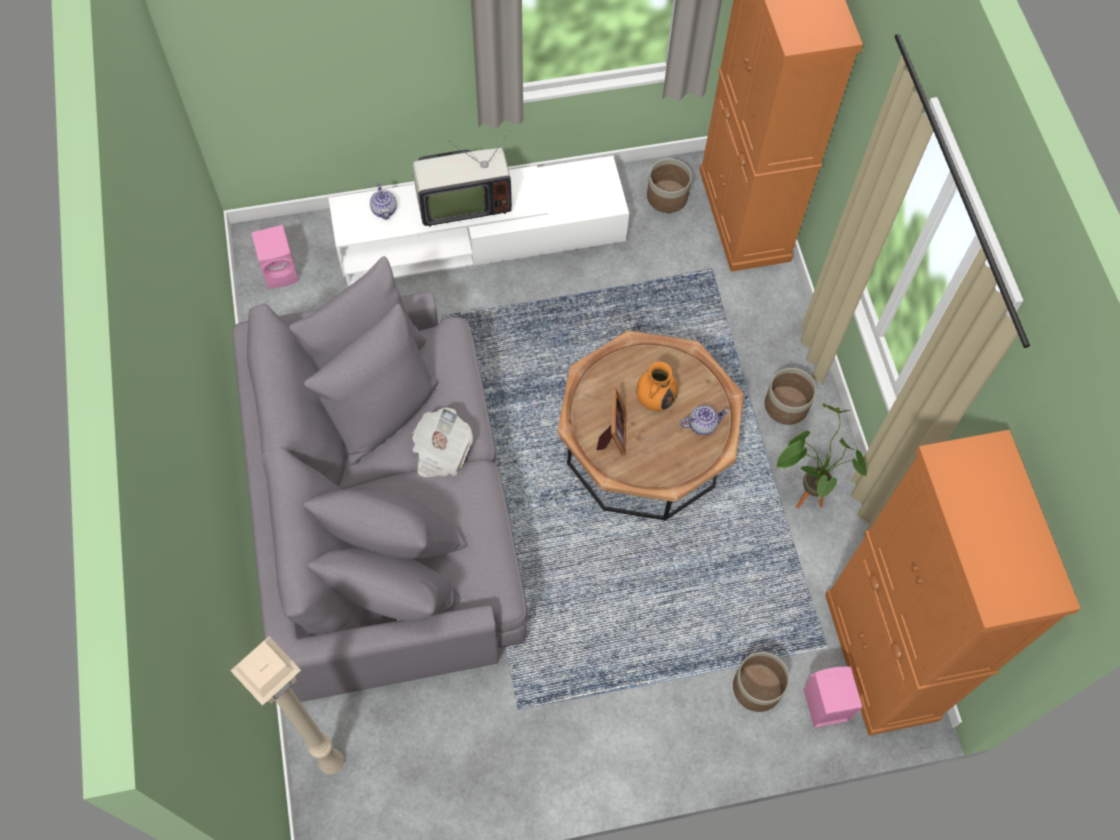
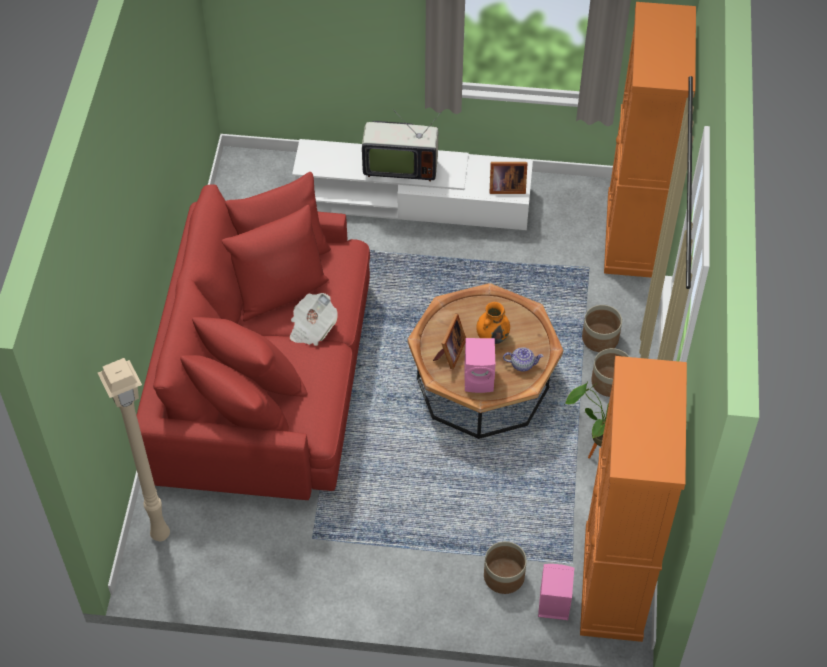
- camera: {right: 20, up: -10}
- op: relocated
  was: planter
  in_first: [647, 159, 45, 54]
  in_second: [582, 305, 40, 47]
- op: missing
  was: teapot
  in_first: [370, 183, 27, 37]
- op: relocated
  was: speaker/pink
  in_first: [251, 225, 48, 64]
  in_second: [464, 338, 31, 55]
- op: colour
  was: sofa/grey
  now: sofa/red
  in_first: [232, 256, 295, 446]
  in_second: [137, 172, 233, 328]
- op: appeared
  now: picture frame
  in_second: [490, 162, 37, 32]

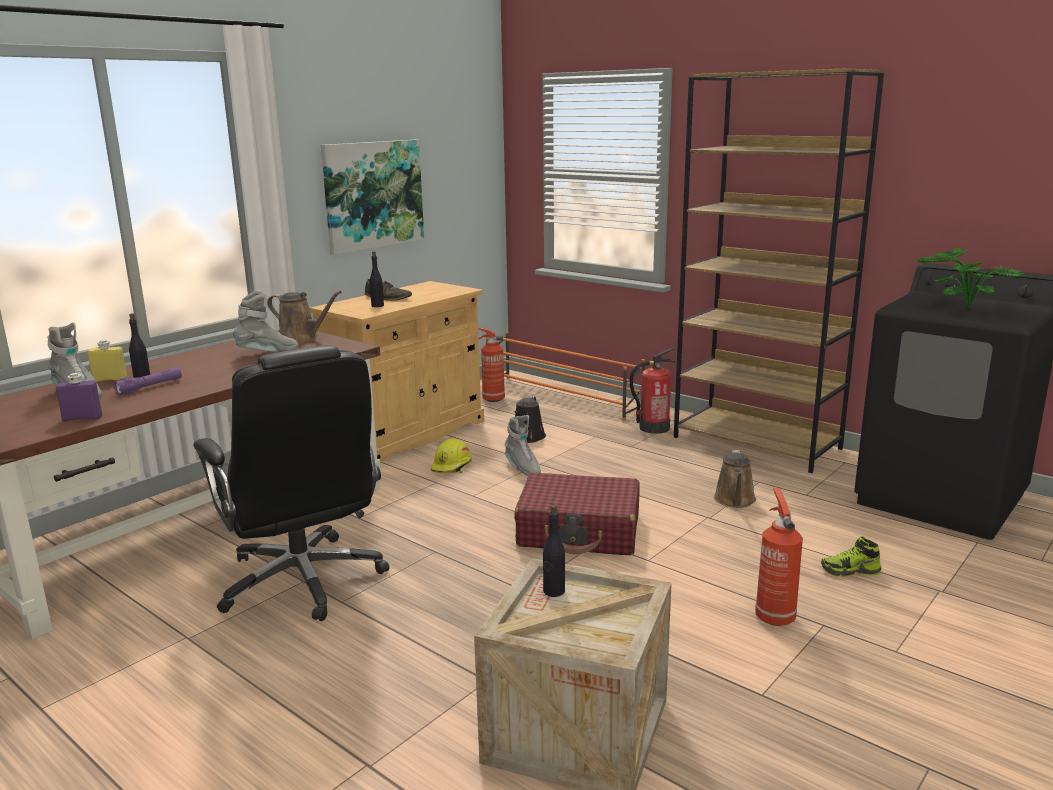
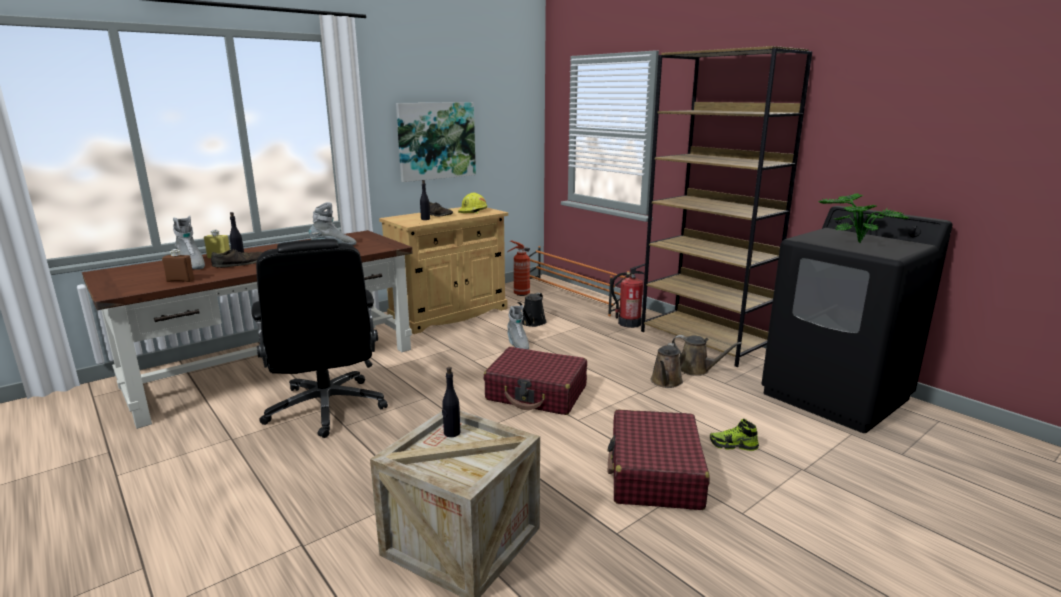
- camera: {right: 10, up: 0}
- op: relocated
  was: watering can/brown
  in_first: [267, 291, 74, 52]
  in_second: [672, 335, 70, 41]
- op: exchanged
  was: flashlight/purple
  now: shoe/brown
  in_first: [113, 367, 69, 28]
  in_second: [211, 249, 51, 19]
- op: colour
  was: bottle/purple
  now: bottle/brown
  in_first: [56, 373, 46, 48]
  in_second: [162, 249, 32, 33]
- op: relocated
  was: hard hat/yellow
  in_first: [431, 438, 41, 35]
  in_second: [458, 192, 29, 22]
- op: exchanged
  was: fire extinguisher
  now: suitcase/red
  in_first: [755, 488, 48, 138]
  in_second: [607, 409, 103, 101]

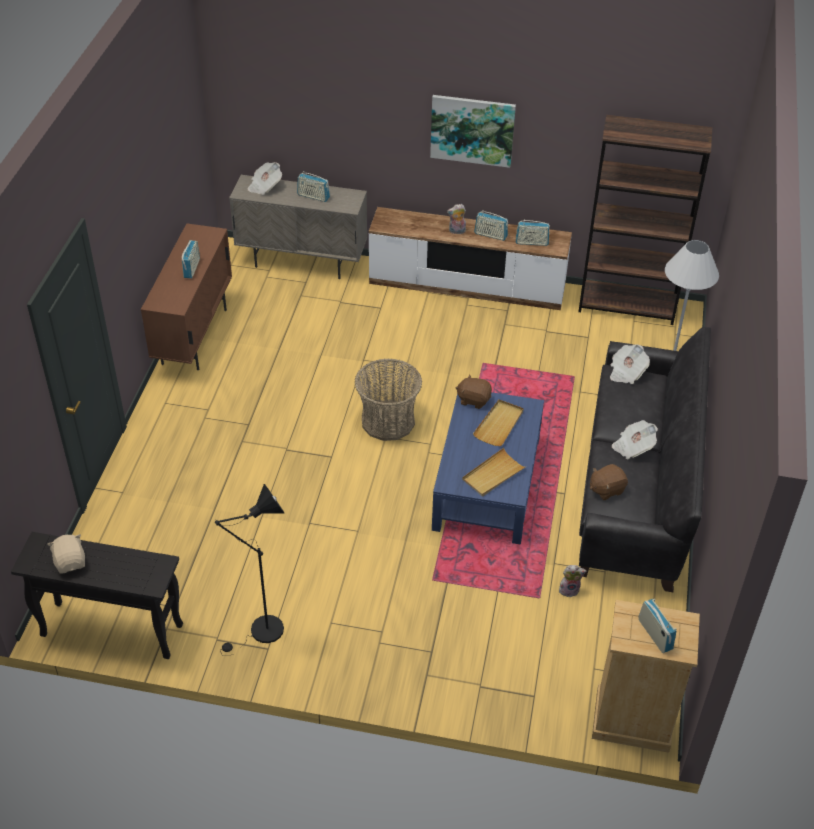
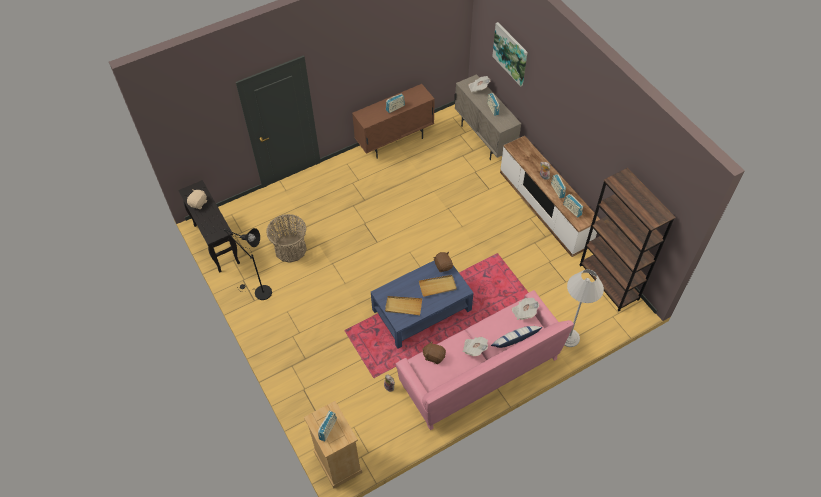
- camera: {right: 50, up: 10}
- op: relocated
  was: picture
  in_first: [430, 95, 86, 73]
  in_second: [492, 22, 36, 64]
- op: colour
  was: sofa/black
  now: sofa/pink
  in_first: [579, 327, 132, 265]
  in_second: [396, 290, 178, 140]
- op: relocated
  was: basket
  in_first: [355, 359, 67, 82]
  in_second: [266, 214, 41, 49]
- op: appeared
  now: pillow
  in_second: [491, 326, 51, 22]

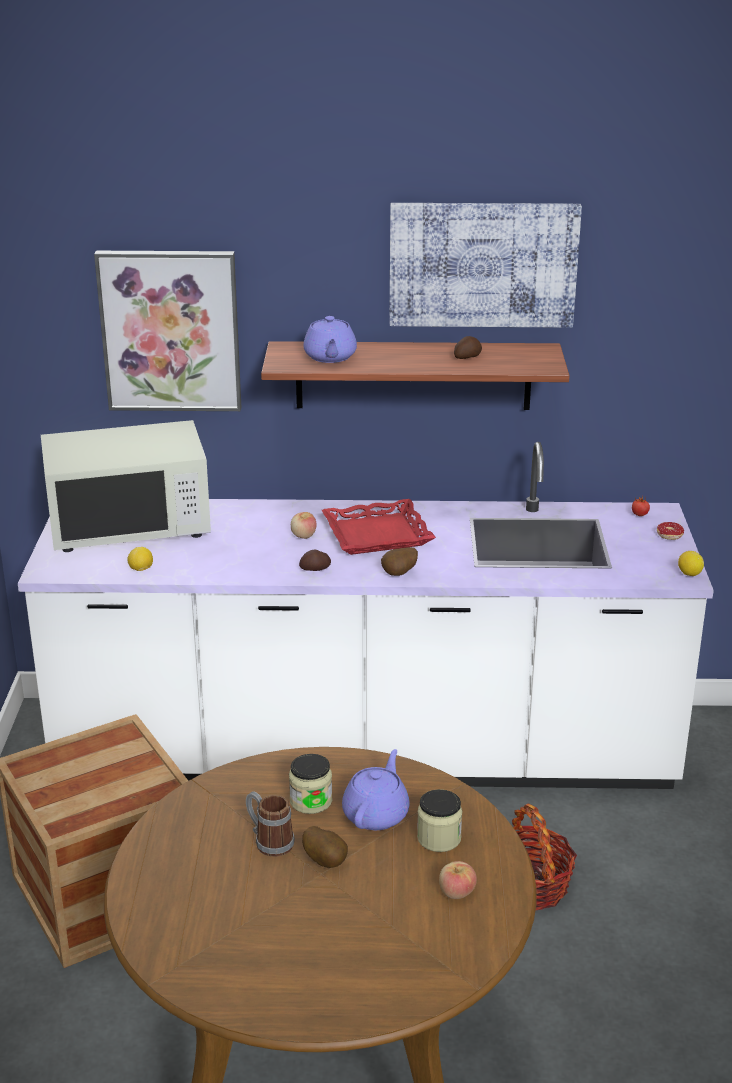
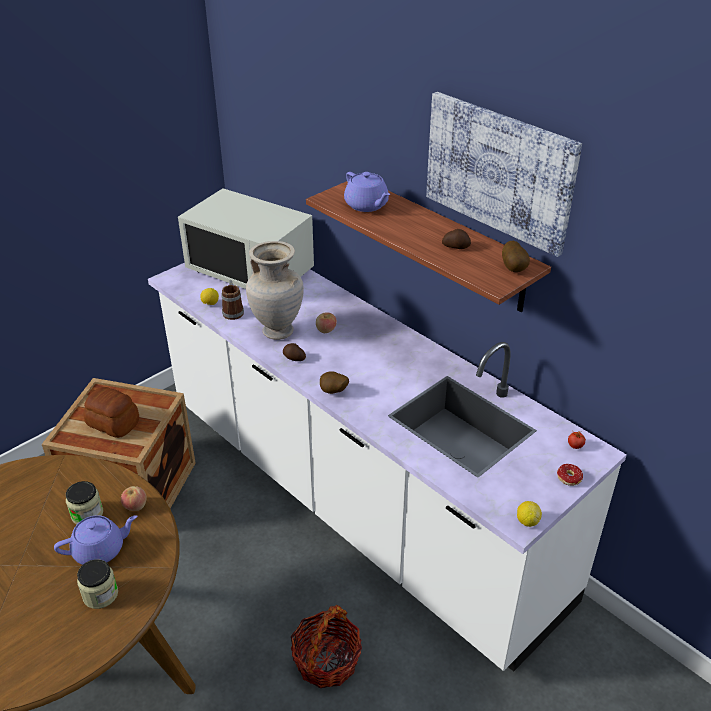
- camera: {right: 45, up: 10}
- op: missing
  was: picture
  in_first: [94, 251, 147, 160]
- op: spun
  was: teapot/purple
  in_first: [303, 316, 54, 47]
  in_second: [344, 172, 46, 40]
  clockwise: -75
- op: missing
  was: tray/red
  in_first: [322, 499, 114, 56]
- op: relocated
  was: mug
  in_first: [246, 792, 49, 65]
  in_second: [221, 280, 23, 40]
- op: relocated
  was: potato
  in_first: [302, 826, 46, 42]
  in_second: [502, 241, 28, 31]
- op: relocated
  was: apple
  in_first: [439, 861, 38, 38]
  in_second: [121, 486, 26, 25]
- op: appeared
  now: vase/beige
  in_second: [246, 241, 58, 99]
- op: appeared
  now: bread
  in_second: [83, 387, 56, 51]

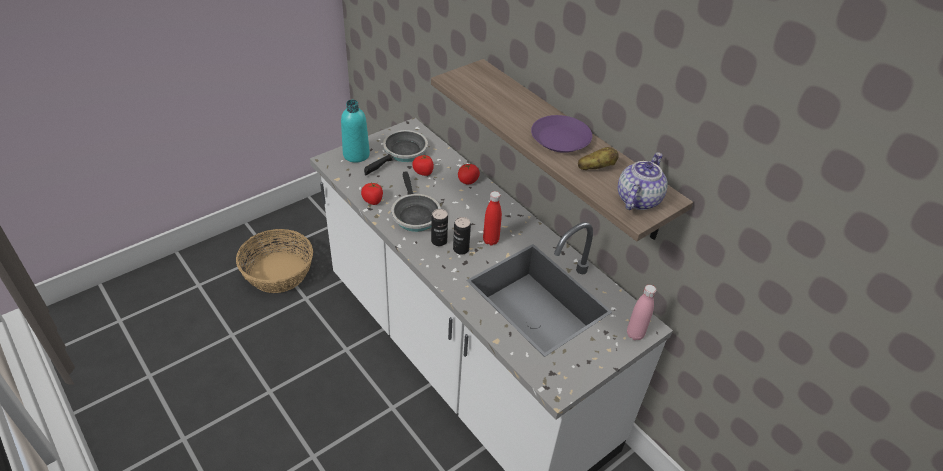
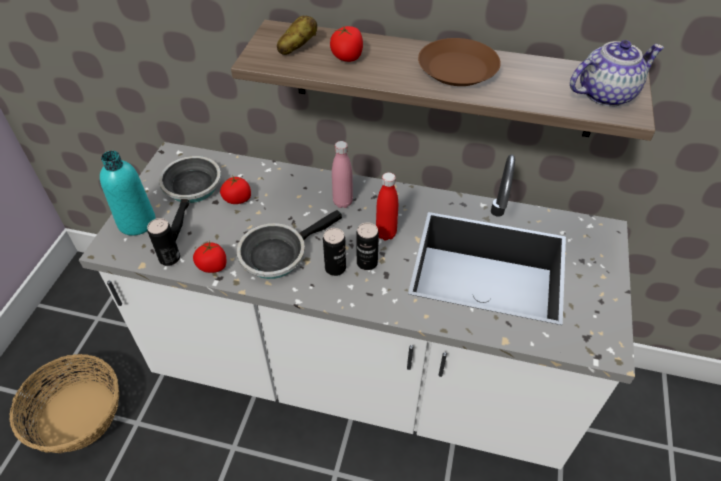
- camera: {right: -35, up: 5}
- op: colour
  was: plate/purple
  now: plate/brown
  in_first: [531, 115, 61, 38]
  in_second: [418, 38, 83, 48]
- op: relocated
  was: potato
  in_first: [578, 147, 41, 23]
  in_second: [277, 16, 40, 39]
- op: spun
  was: teapot
  in_first: [618, 153, 50, 57]
  in_second: [570, 40, 94, 67]
  clockwise: 75
- op: relocated
  was: tomato
  in_first: [458, 164, 22, 20]
  in_second: [330, 26, 33, 36]
- op: spun
  was: frying pan
  in_first: [391, 171, 50, 61]
  in_second: [237, 210, 105, 69]
  clockwise: 105
- op: relocated
  was: bottle/pink
  in_first: [627, 285, 29, 55]
  in_second: [332, 141, 21, 67]
- op: appeared
  now: can
  in_second: [147, 218, 33, 48]

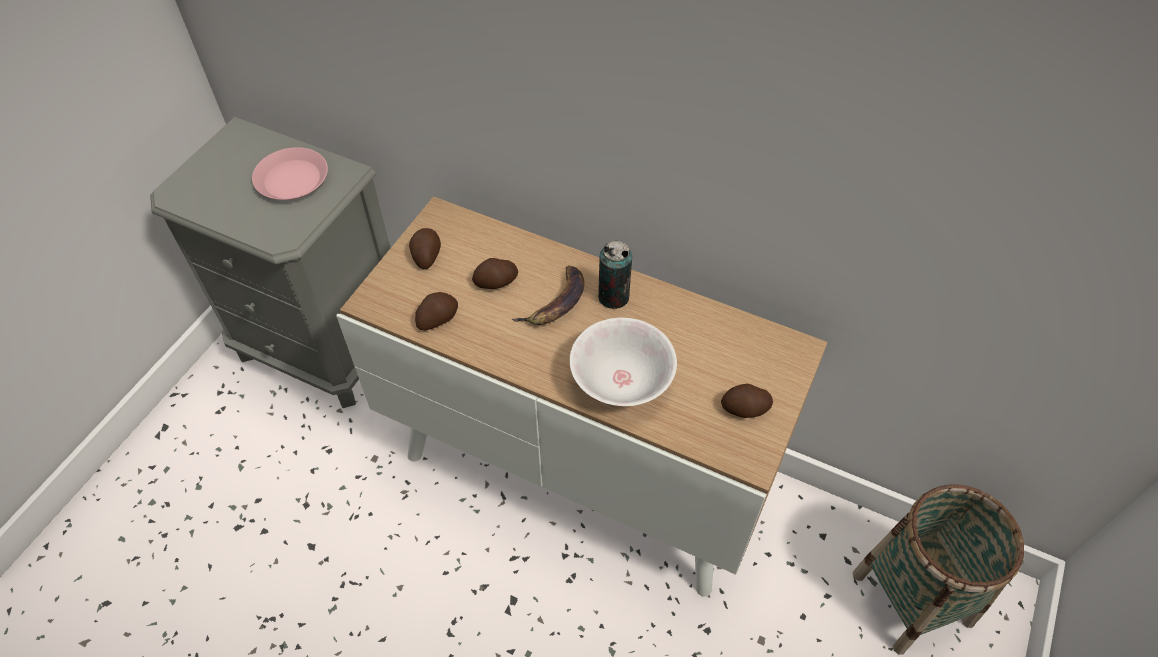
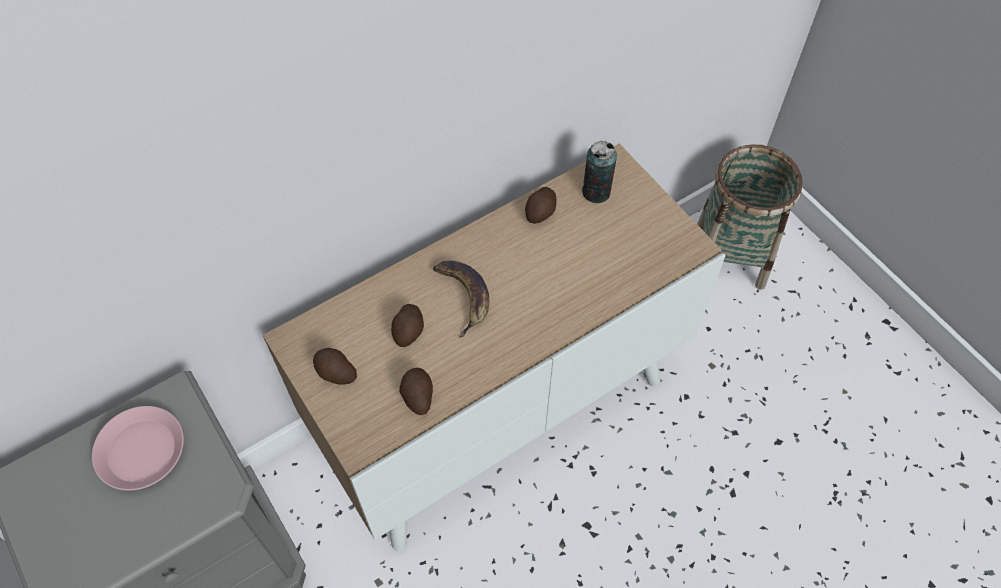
- camera: {right: -60, up: 5}
- op: relocated
  was: can
  in_first: [598, 240, 34, 69]
  in_second: [582, 141, 35, 63]
- op: missing
  was: bowl/white
  in_first: [569, 318, 108, 88]
- op: relocated
  was: potato
  in_first: [721, 384, 52, 34]
  in_second: [525, 187, 32, 37]

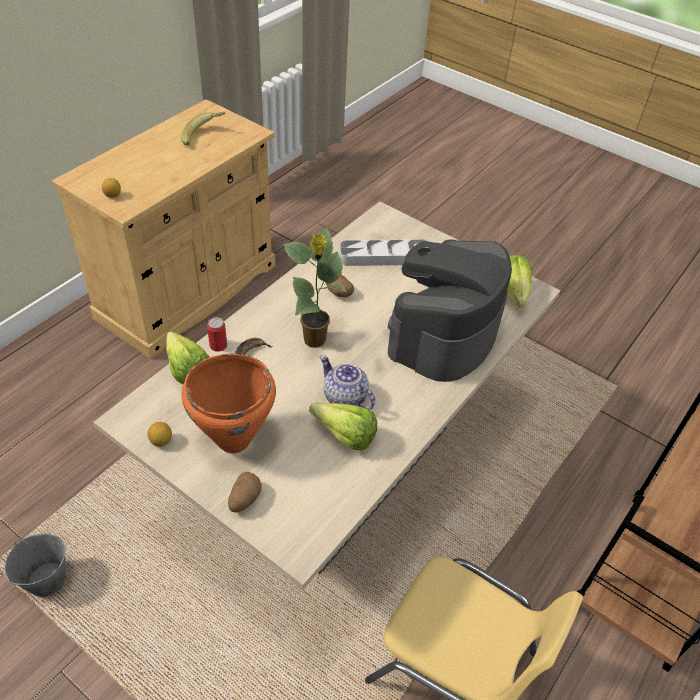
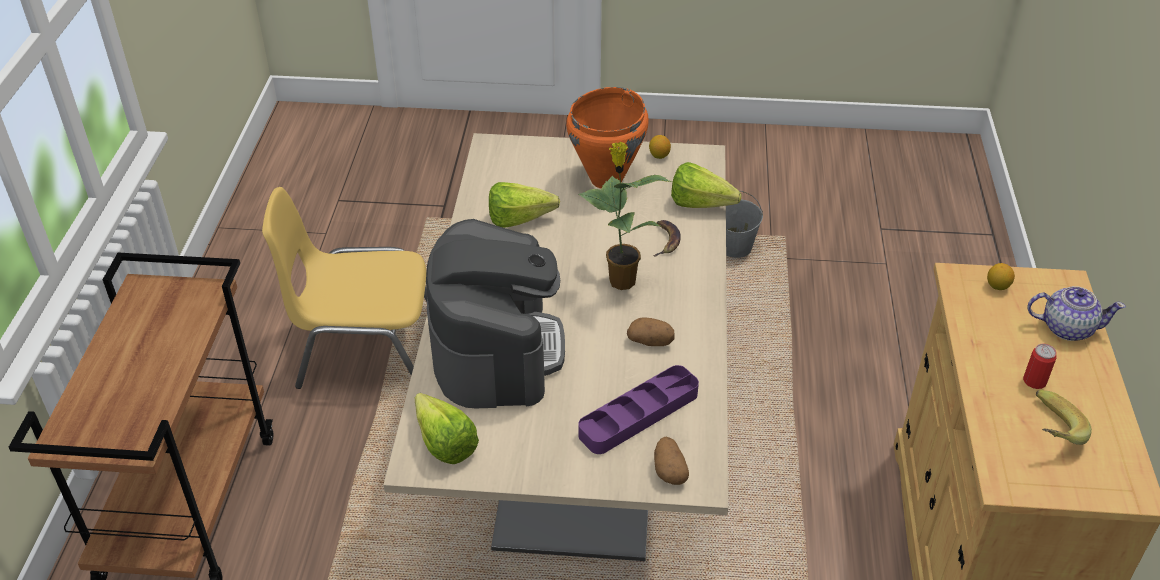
- camera: {right: 150, up: -5}
- op: colour
  was: tray/grey
  now: tray/purple
  in_first: [339, 239, 90, 27]
  in_second: [578, 365, 121, 89]
- op: relocated
  was: can
  in_first: [207, 317, 20, 35]
  in_second: [1023, 344, 34, 45]
- op: relocated
  was: teapot
  in_first: [320, 355, 55, 55]
  in_second: [1028, 286, 98, 55]
- op: relocated
  was: potato
  in_first: [228, 472, 34, 41]
  in_second: [654, 437, 35, 48]

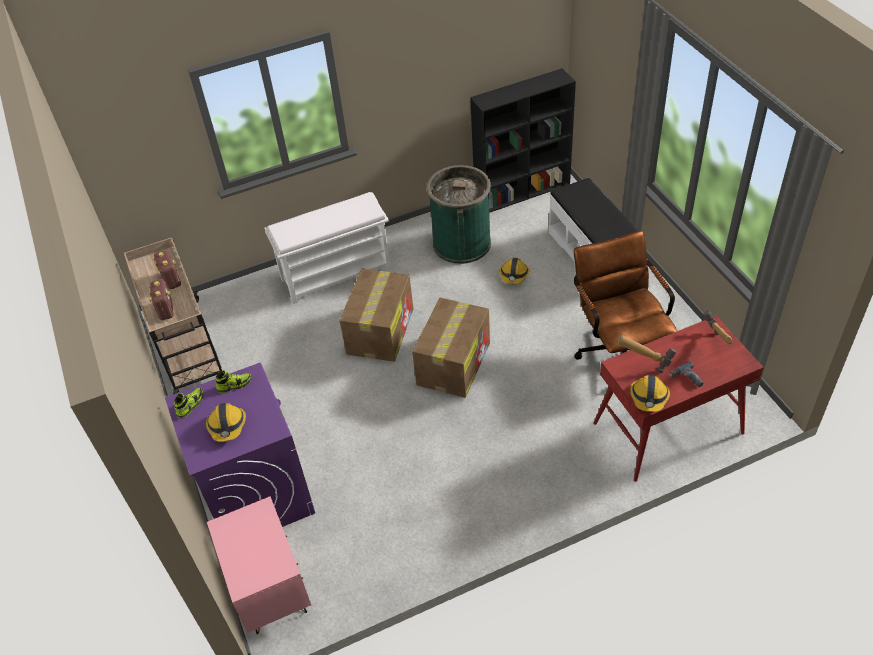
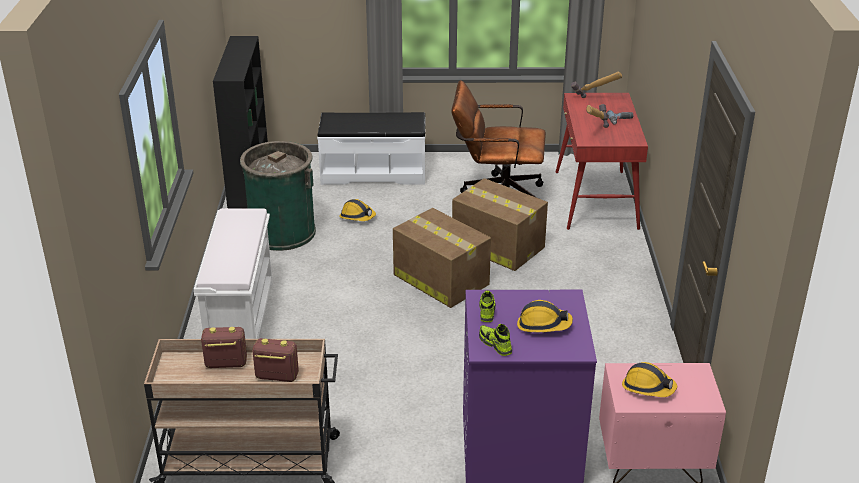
- camera: {right: -70, up: -15}
- op: relocated
  was: cardboard box
  in_first: [339, 269, 74, 93]
  in_second: [452, 178, 96, 93]
- op: relocated
  was: hard hat
  in_first: [630, 375, 40, 37]
  in_second: [622, 362, 55, 35]

